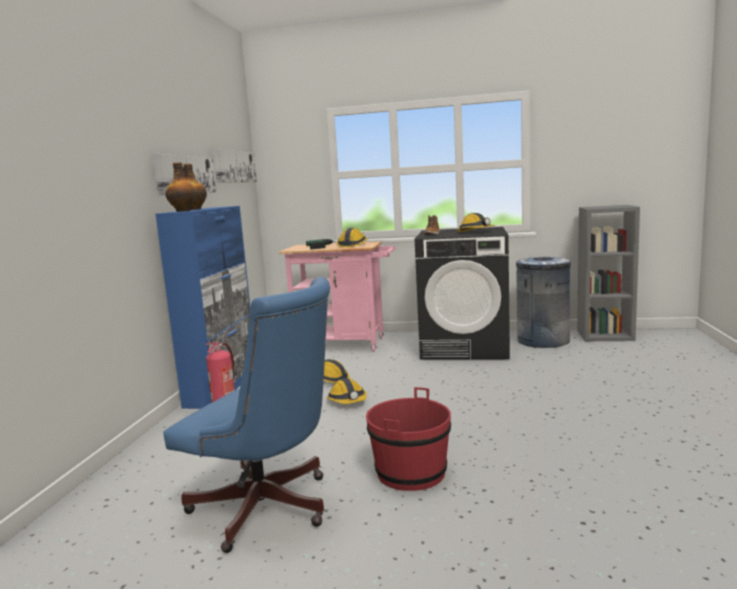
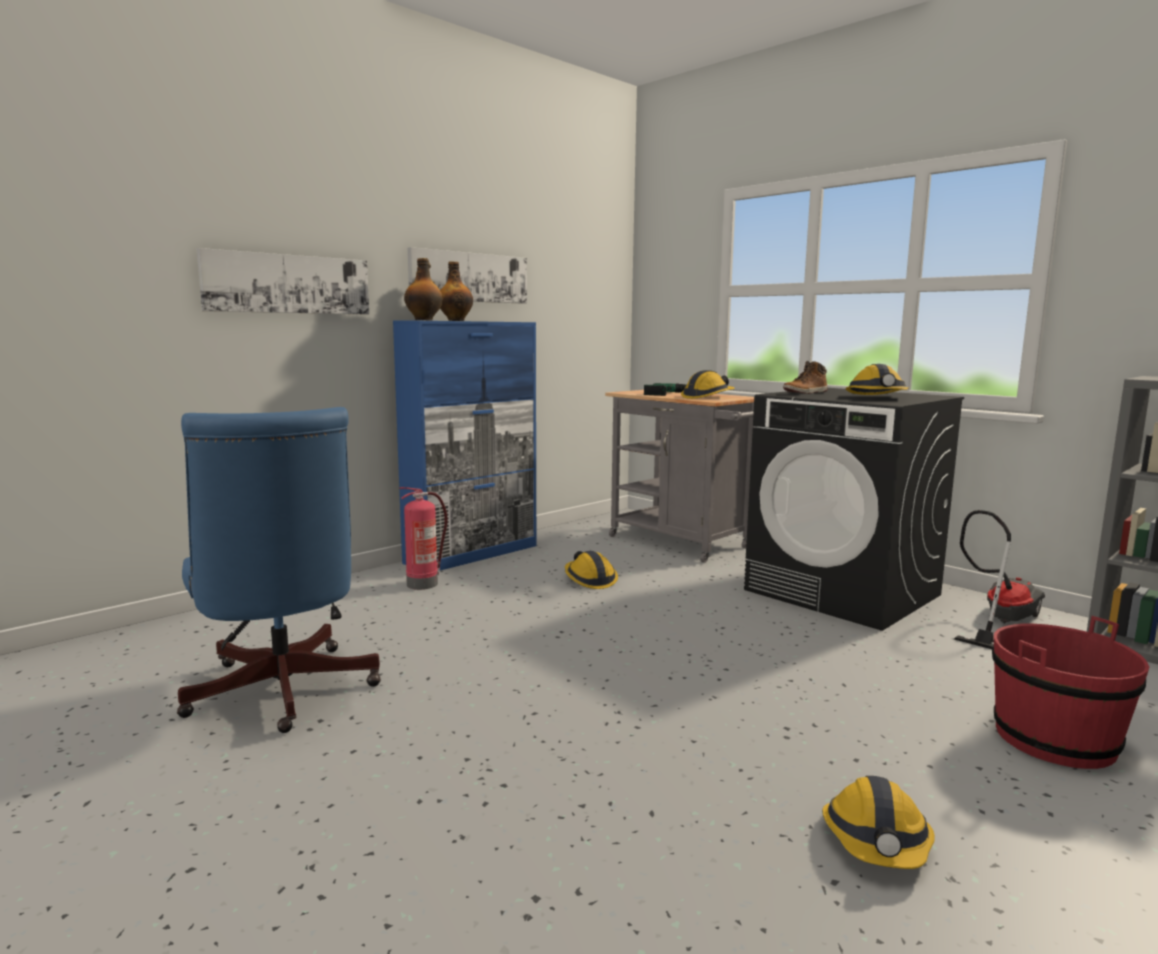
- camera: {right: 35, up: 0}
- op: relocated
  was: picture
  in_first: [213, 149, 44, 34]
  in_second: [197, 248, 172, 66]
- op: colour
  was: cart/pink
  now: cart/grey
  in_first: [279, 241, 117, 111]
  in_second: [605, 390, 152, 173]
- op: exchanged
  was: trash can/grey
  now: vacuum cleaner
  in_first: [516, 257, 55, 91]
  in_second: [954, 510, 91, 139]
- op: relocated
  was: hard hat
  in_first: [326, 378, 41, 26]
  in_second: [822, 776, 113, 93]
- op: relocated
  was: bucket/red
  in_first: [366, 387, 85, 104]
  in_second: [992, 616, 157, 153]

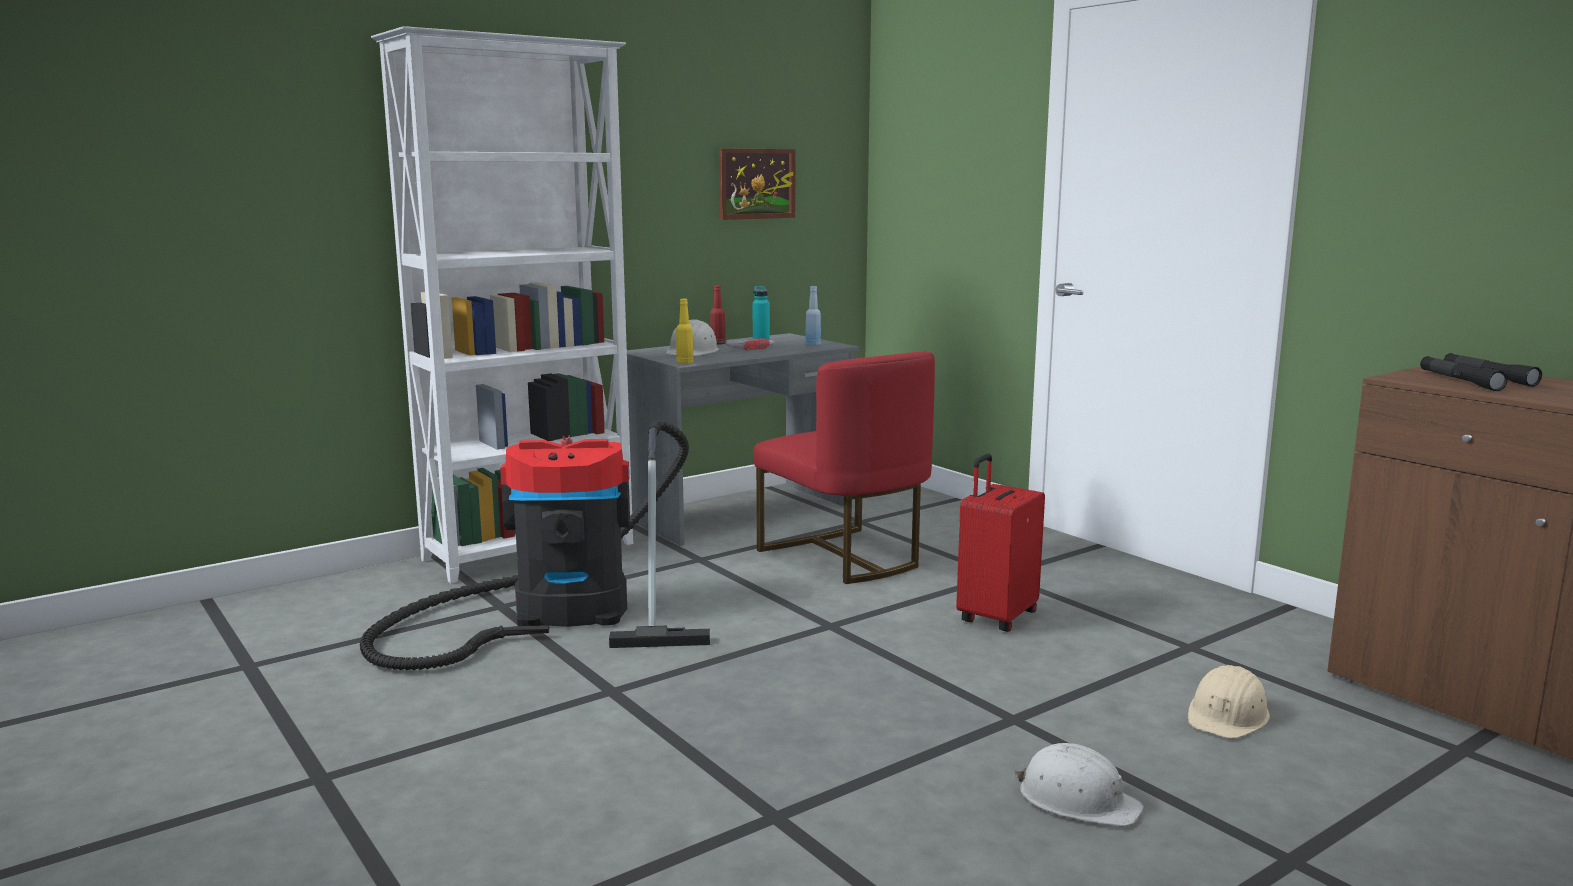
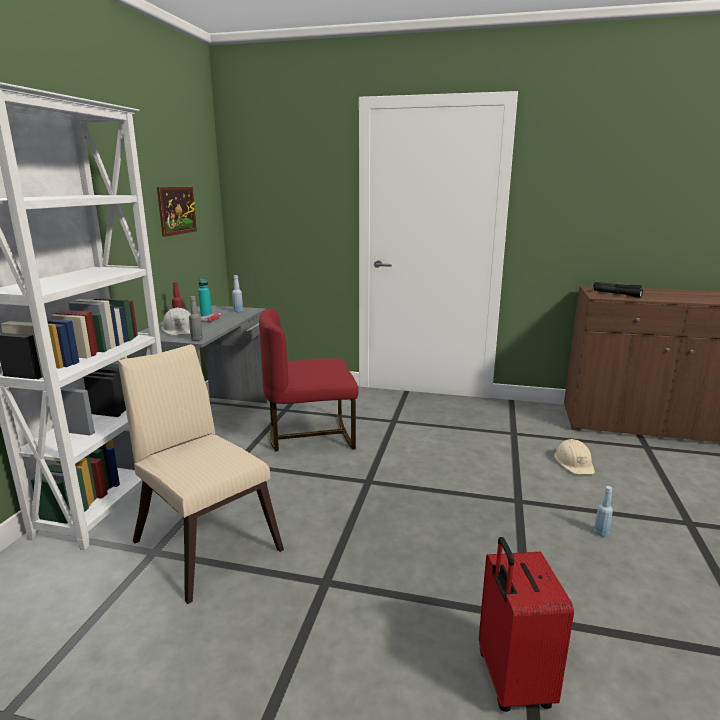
- camera: {right: -40, up: 5}
- op: colour
  was: bottle/yellow
  now: bottle/grey
  in_first: [676, 299, 17, 65]
  in_second: [189, 296, 14, 45]
- op: spun
  was: chair/red
  in_first: [753, 352, 182, 232]
  in_second: [259, 309, 100, 142]
  clockwise: 150
- op: exchanged
  was: vacuum cleaner
  now: chair/beige
  in_first: [360, 421, 350, 249]
  in_second: [118, 344, 166, 260]
- op: relocated
  was: suitcase/red
  in_first: [956, 454, 89, 178]
  in_second: [479, 537, 95, 175]
- op: exchanged
  was: hard hat/white
  now: bottle/blue
  in_first: [1014, 743, 130, 84]
  in_second: [594, 486, 19, 51]

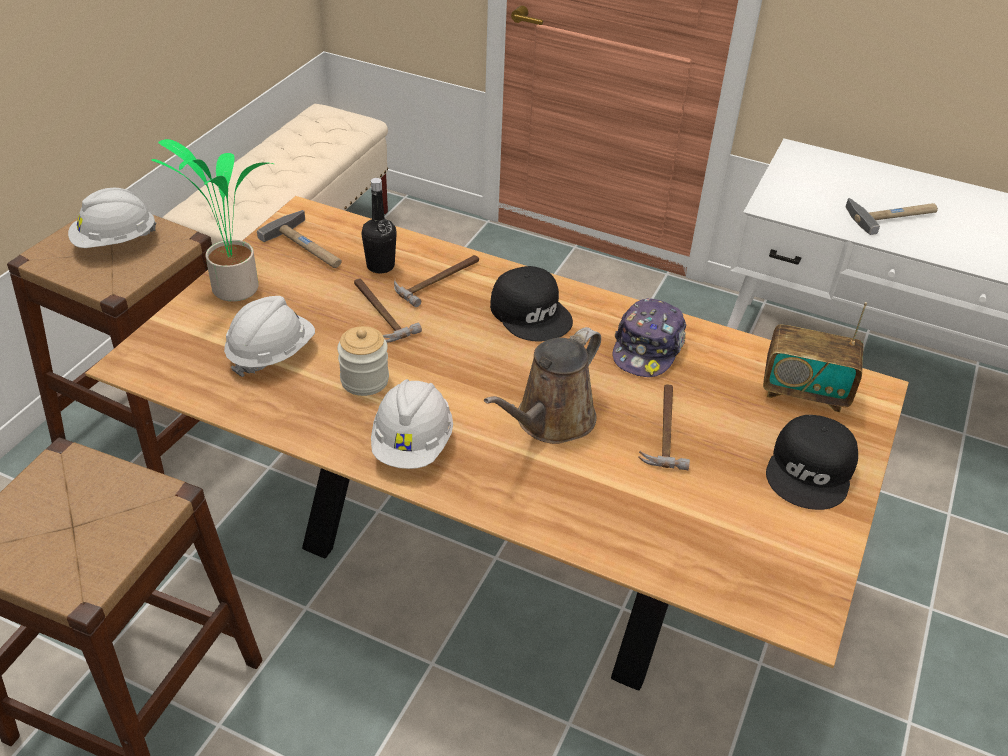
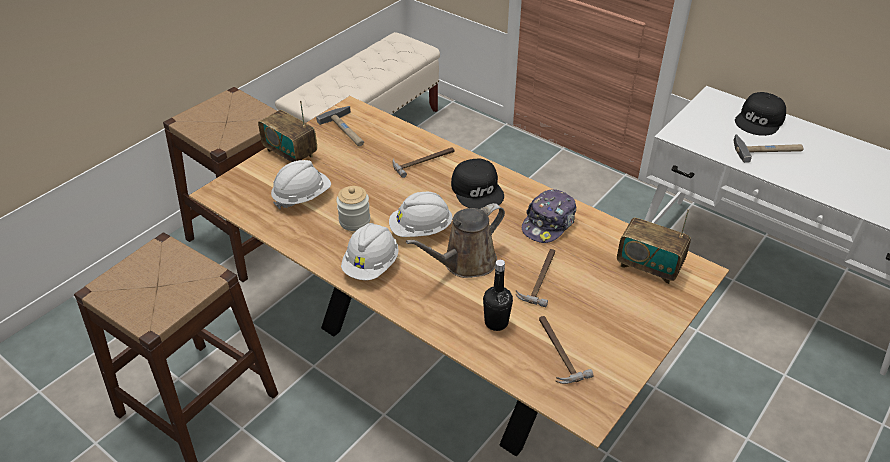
- camera: {right: 15, up: 0}
- op: exchanged
  was: potted plant
  now: radio
  in_first: [152, 139, 122, 163]
  in_second: [258, 100, 59, 62]
- op: relocated
  was: bottle/black
  in_first: [361, 178, 36, 96]
  in_second: [483, 260, 30, 71]
- op: relocated
  was: hard hat/white
  in_first: [68, 188, 88, 60]
  in_second: [389, 192, 64, 45]
- op: relocated
  was: hammer
  in_first: [354, 279, 68, 64]
  in_second: [539, 316, 54, 68]
- op: relocated
  was: cap/black
  in_first: [766, 415, 92, 95]
  in_second: [735, 92, 51, 44]

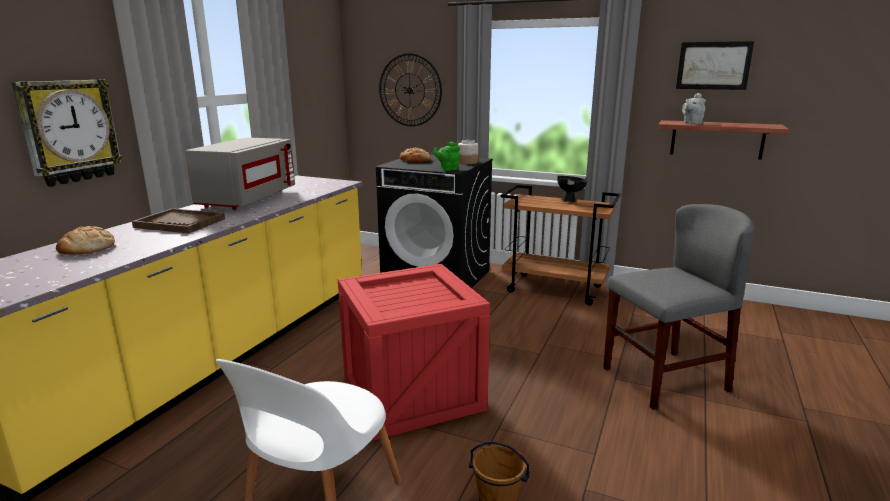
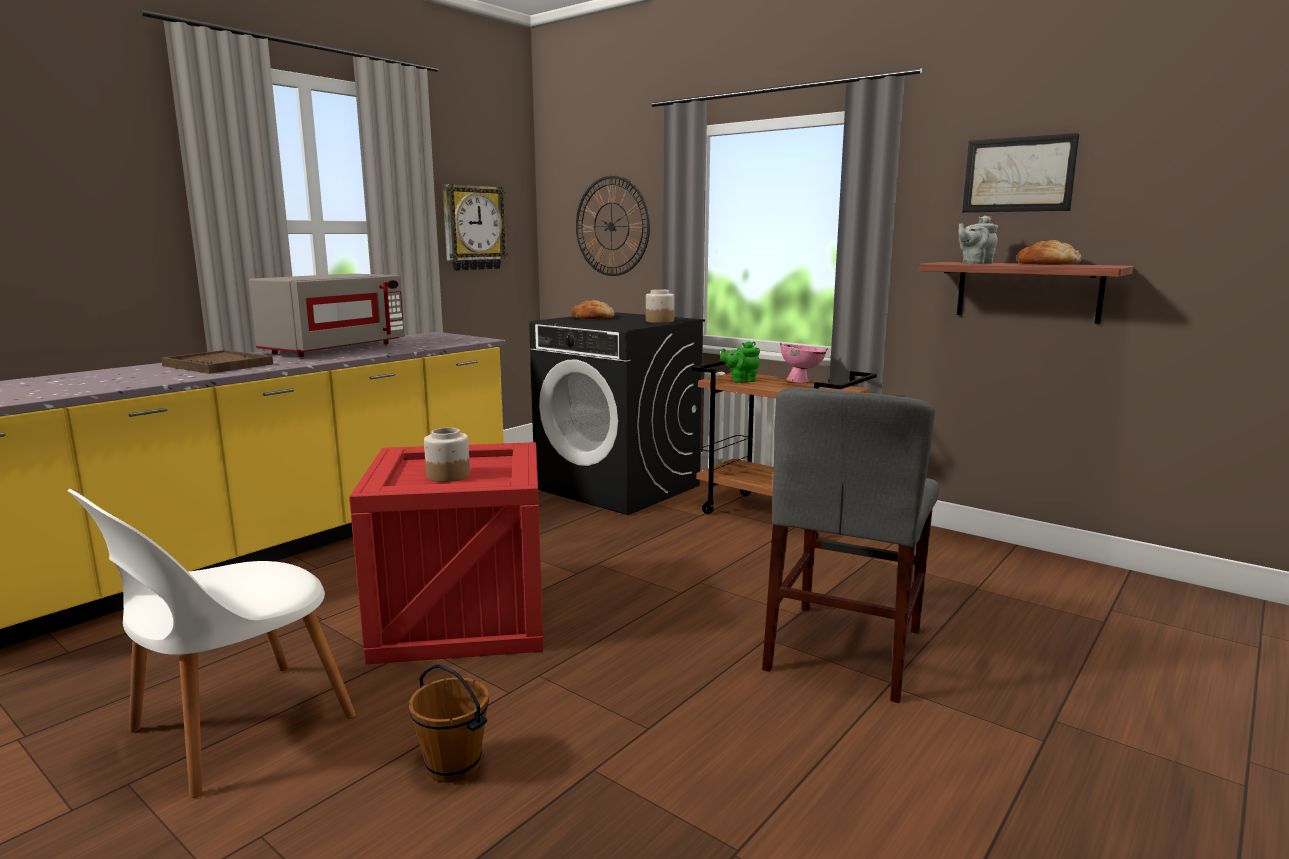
- camera: {right: 15, up: -5}
- op: relocated
  was: wall clock
  in_first: [11, 80, 112, 107]
  in_second: [442, 184, 66, 87]
- op: relocated
  was: teapot/green
  in_first: [434, 142, 26, 29]
  in_second: [720, 341, 40, 42]
- op: colour
  was: bowl/black
  now: bowl/pink
  in_first: [557, 175, 31, 27]
  in_second: [780, 342, 48, 41]
- op: spun
  was: chair/grey
  in_first: [603, 204, 151, 206]
  in_second: [762, 388, 177, 315]
  clockwise: 120
- op: relocated
  was: bread
  in_first: [56, 226, 59, 29]
  in_second: [1017, 240, 65, 25]
- op: appeared
  now: jar
  in_second: [424, 428, 46, 54]

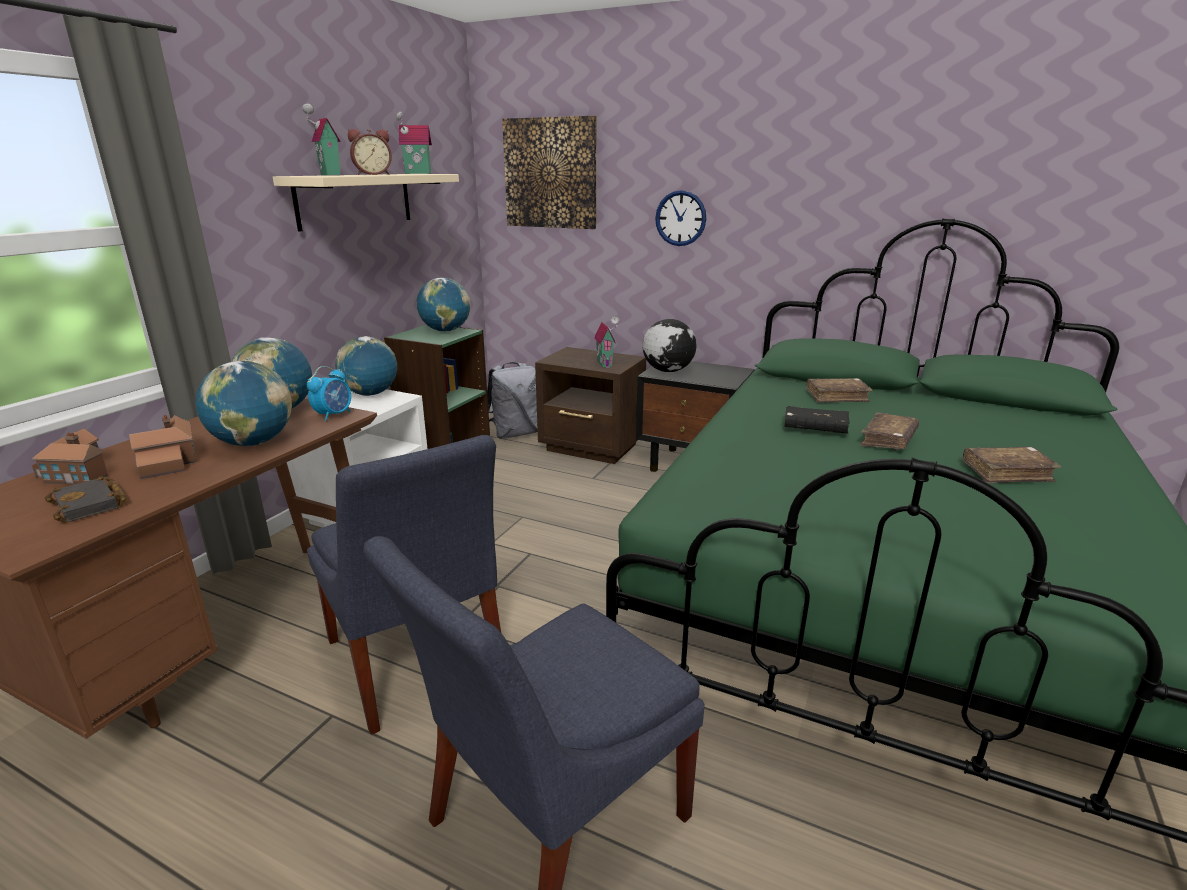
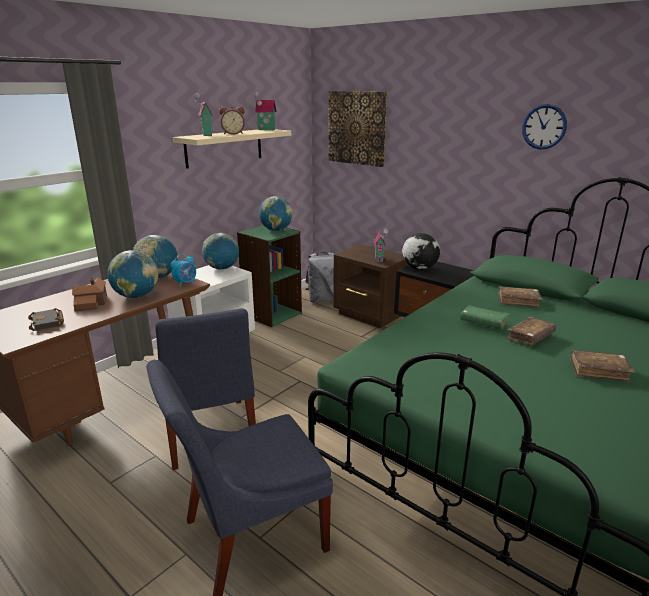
- camera: {right: 15, up: 0}
- op: relocated
  was: wall clock
  in_first: [655, 190, 51, 56]
  in_second: [522, 104, 45, 46]
- op: colour
  was: book/black
  now: book/green
  in_first: [784, 406, 66, 28]
  in_second: [460, 305, 50, 24]
- op: missing
  was: toy house
  in_first: [31, 428, 77, 56]

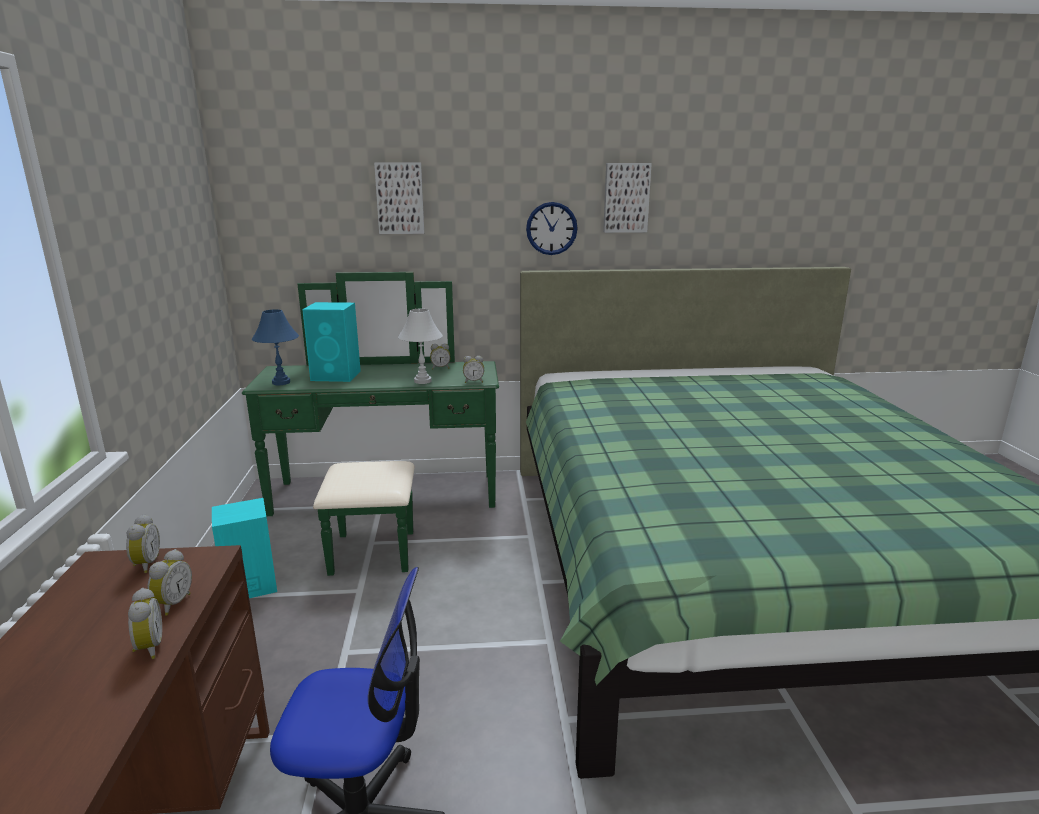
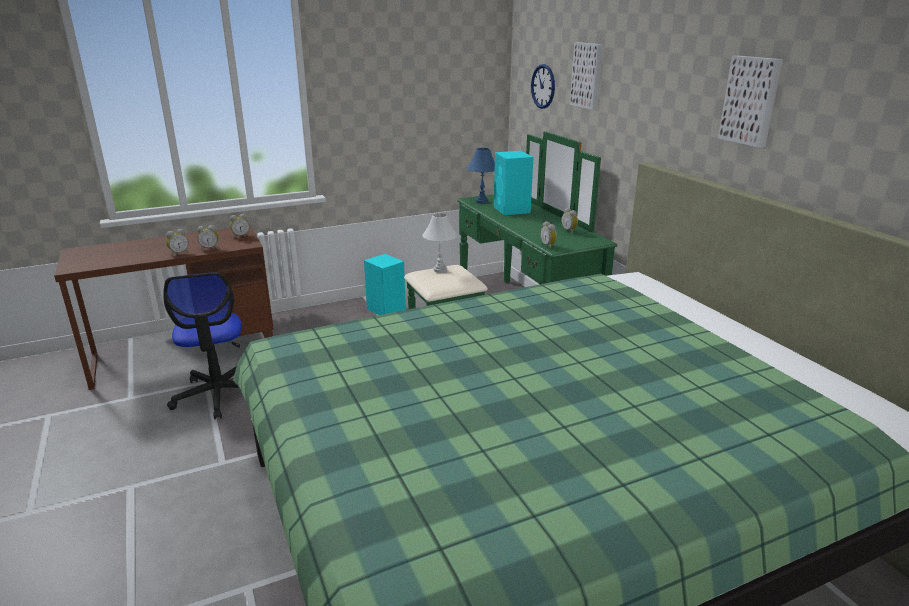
- camera: {right: 70, up: 5}
- op: relocated
  was: wall clock
  in_first: [526, 202, 52, 53]
  in_second: [531, 64, 24, 45]
- op: relocated
  was: table lamp/white
  in_first: [398, 309, 45, 75]
  in_second: [422, 213, 36, 60]

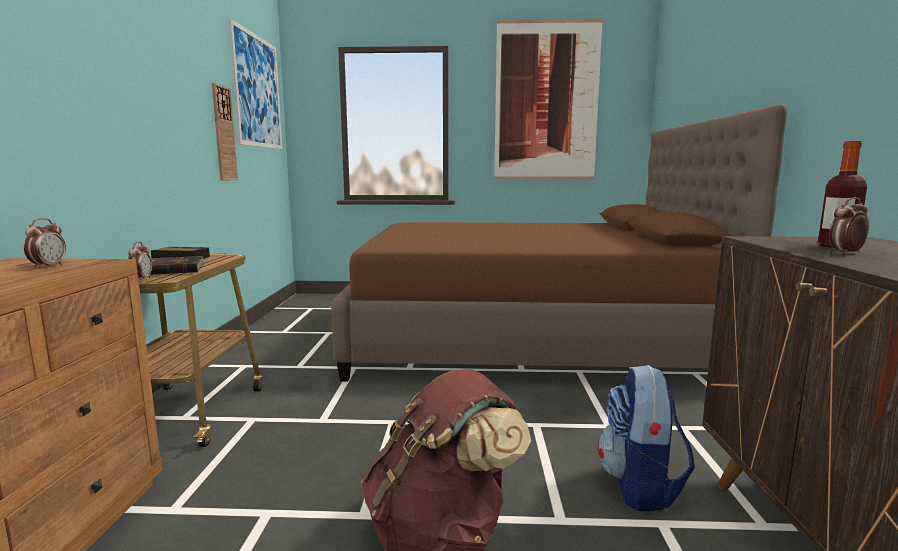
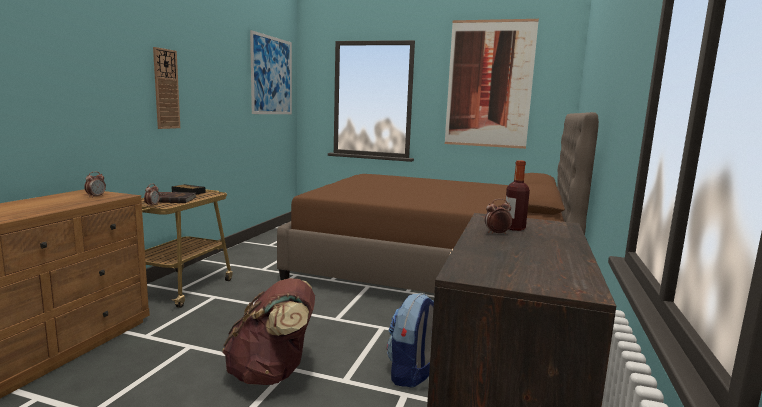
- camera: {right: 15, up: 0}
- op: relocated
  was: wall clock
  in_first: [212, 83, 26, 98]
  in_second: [153, 47, 27, 82]

